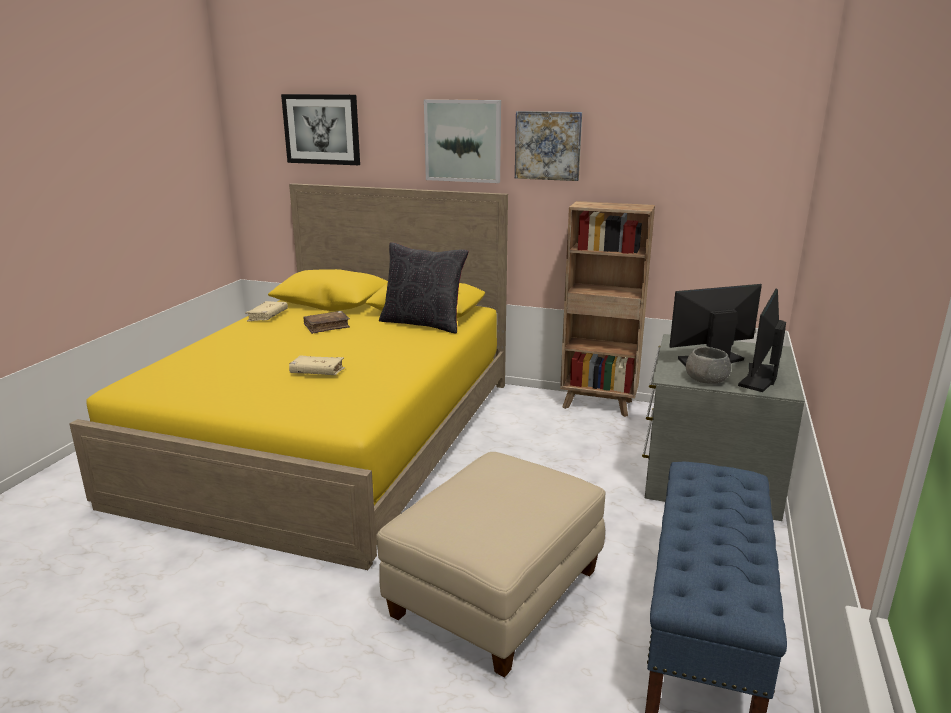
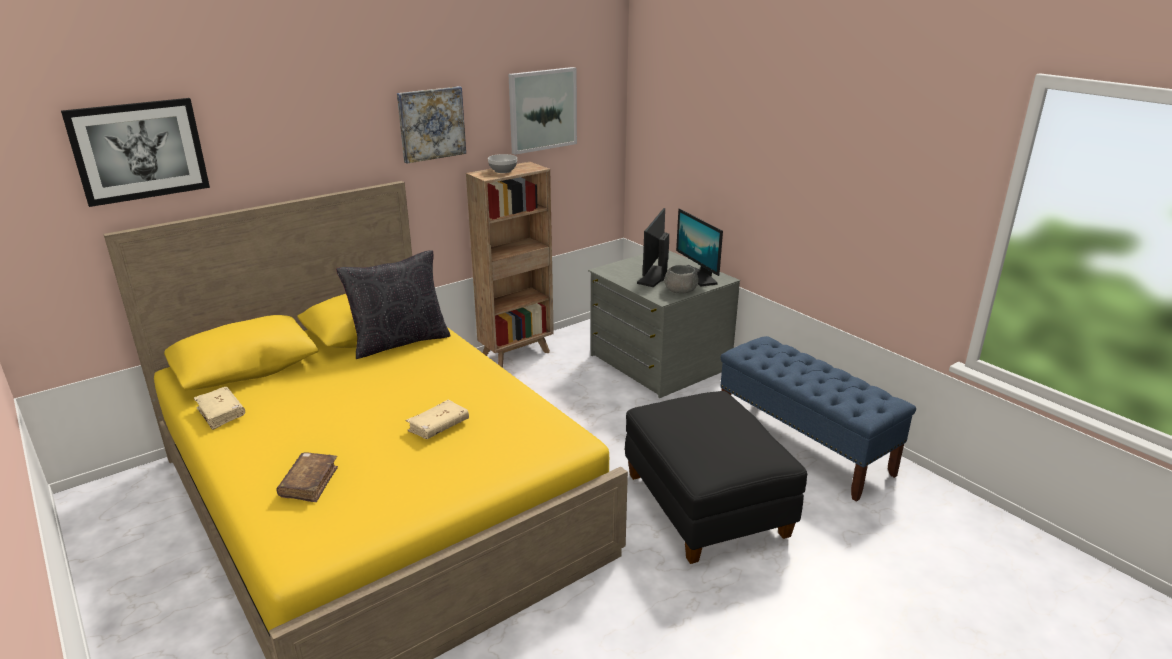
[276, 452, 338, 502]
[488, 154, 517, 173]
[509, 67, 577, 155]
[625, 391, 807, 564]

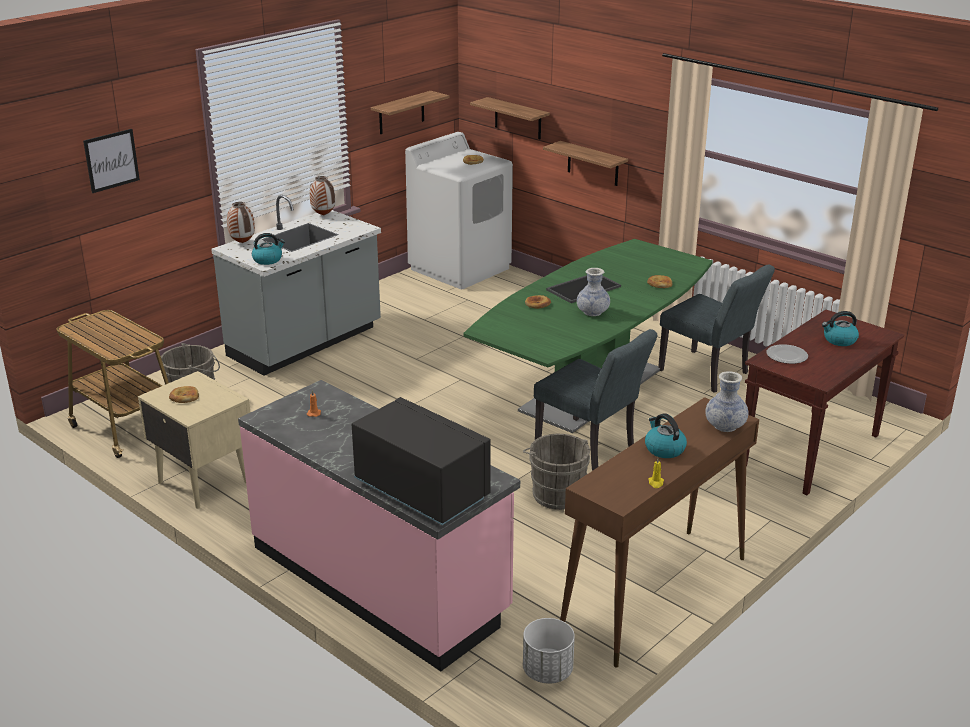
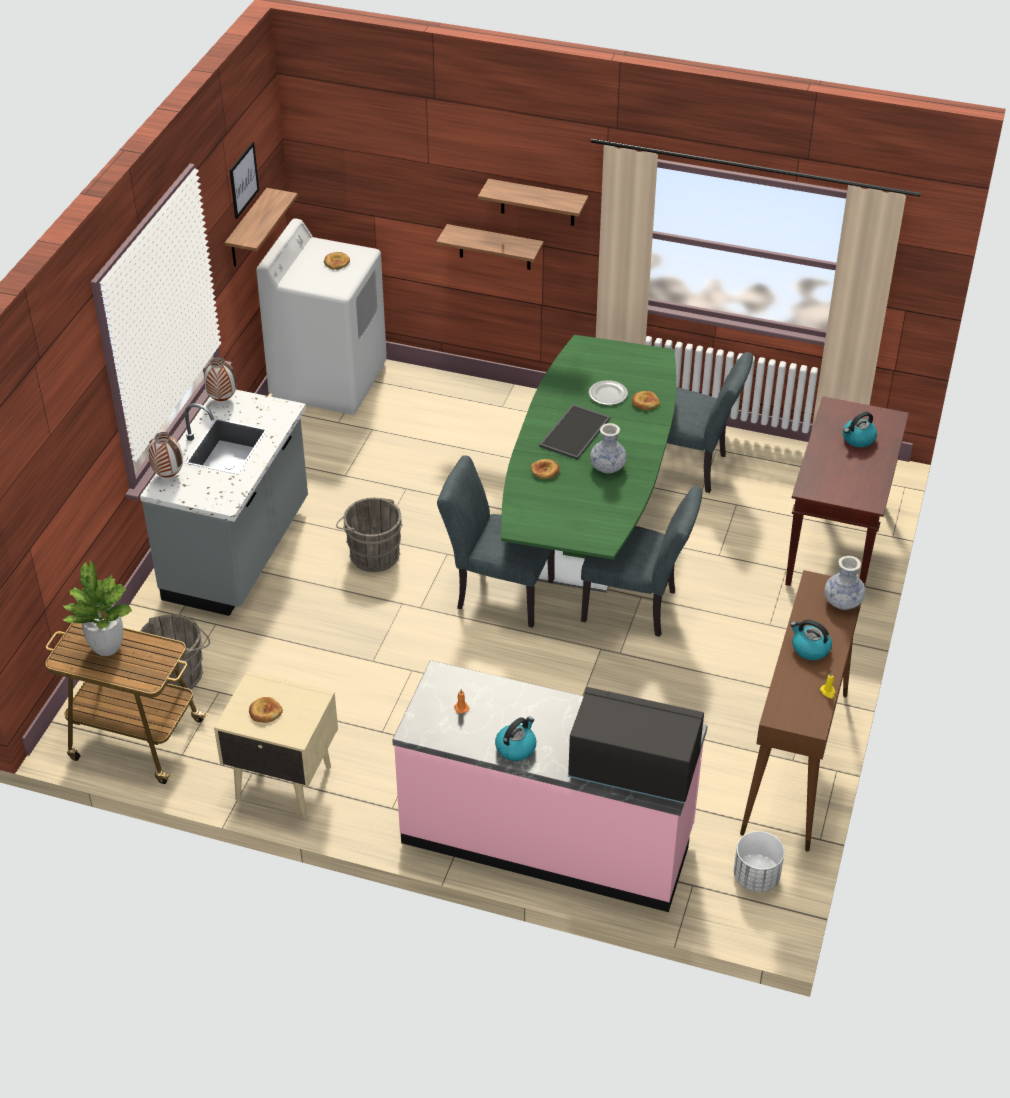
[62, 561, 132, 656]
[229, 142, 259, 219]
[336, 498, 403, 572]
[437, 455, 555, 628]
[478, 179, 589, 226]
[495, 717, 536, 761]
[589, 380, 628, 405]

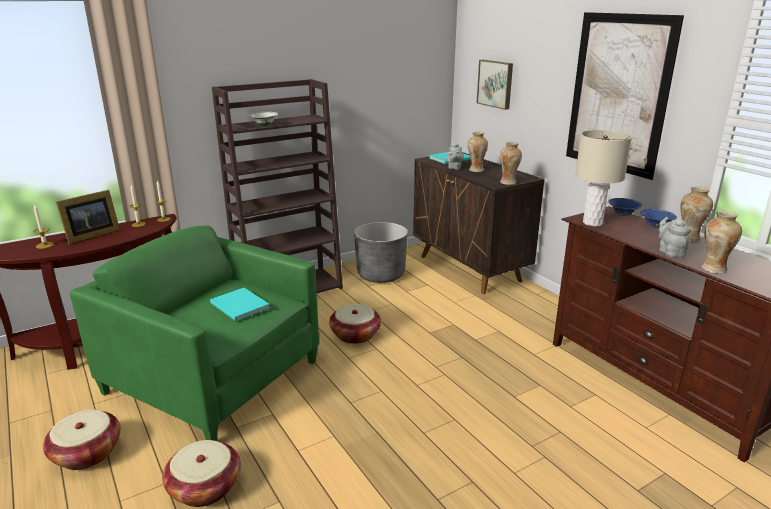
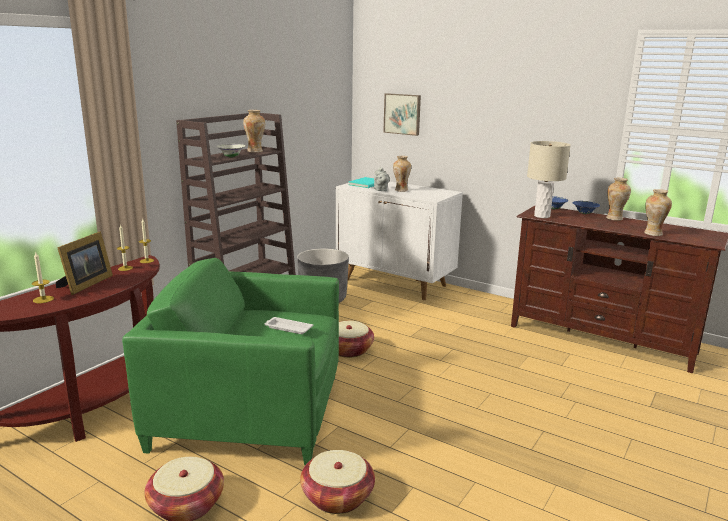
[243, 110, 265, 153]
[264, 317, 313, 334]
[336, 181, 463, 300]
[566, 12, 684, 180] (first image)
[659, 217, 691, 257] (first image)

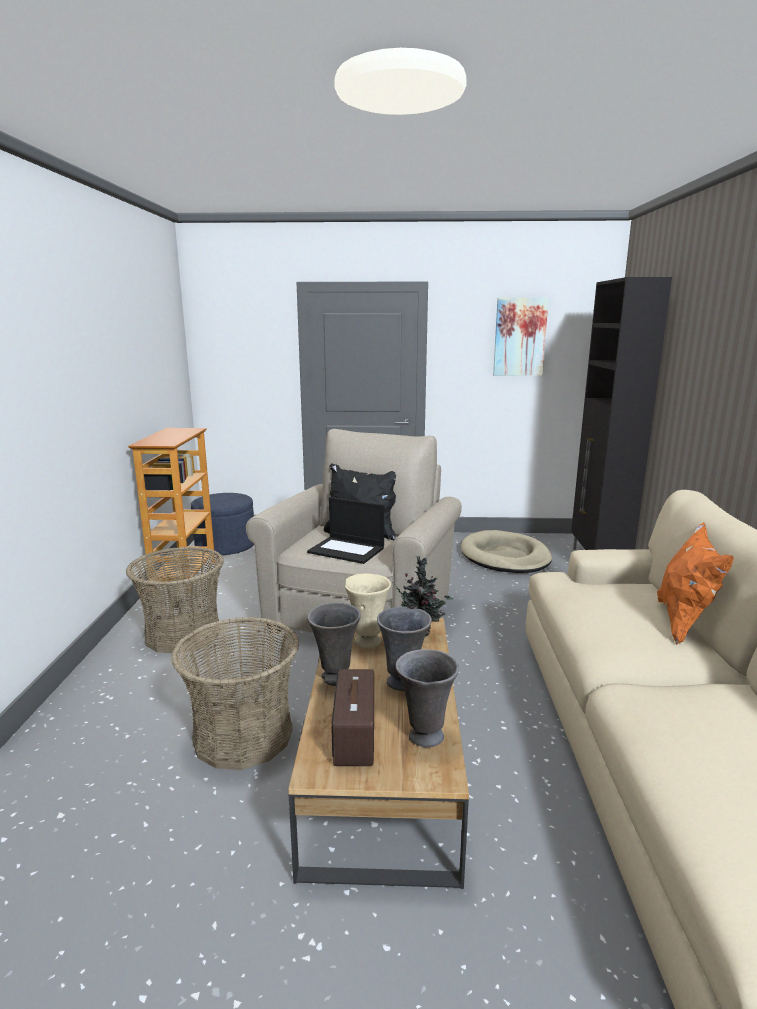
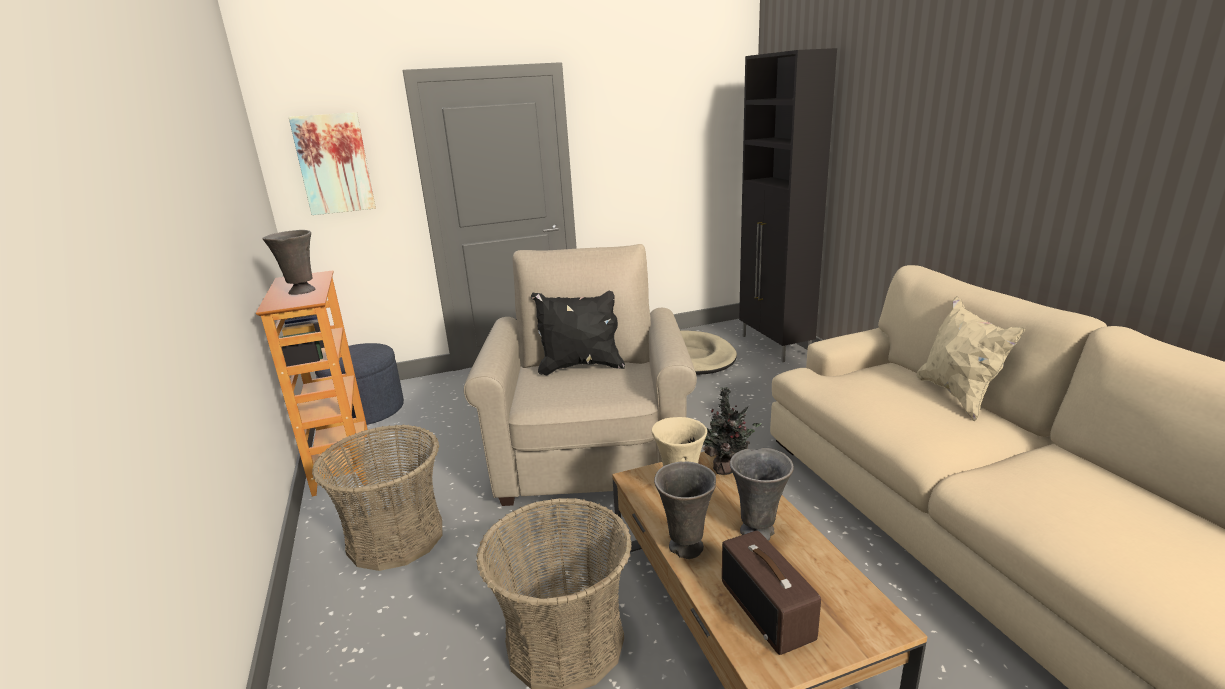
[262, 230, 316, 295]
[289, 112, 376, 215]
[916, 296, 1026, 421]
[307, 497, 384, 564] (first image)

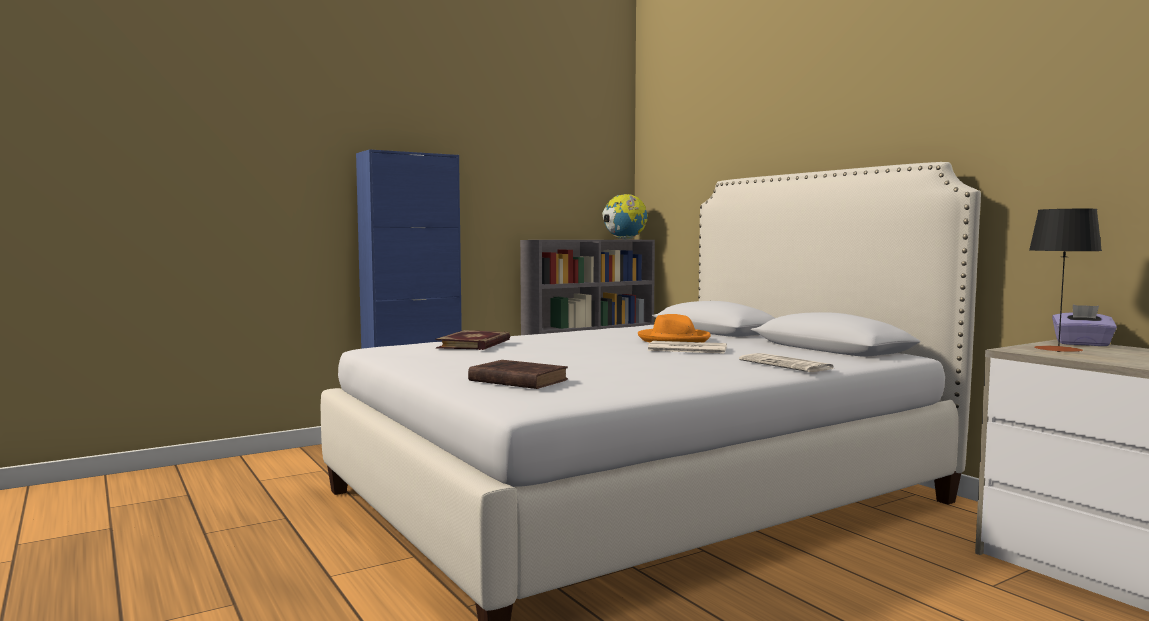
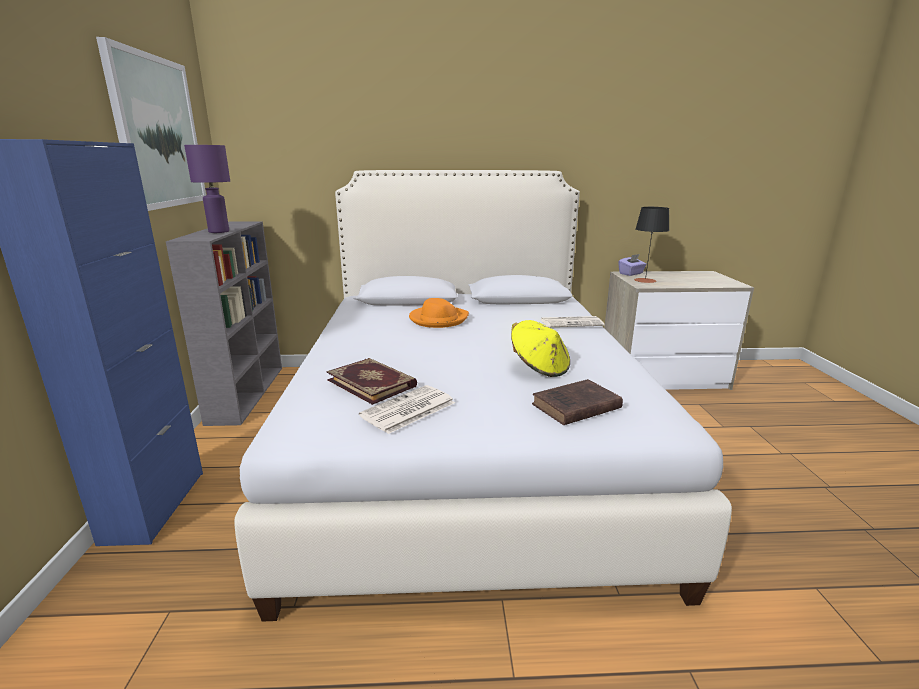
[96, 37, 206, 211]
[184, 145, 230, 233]
[359, 385, 455, 434]
[511, 320, 570, 377]
[602, 194, 648, 239] (first image)

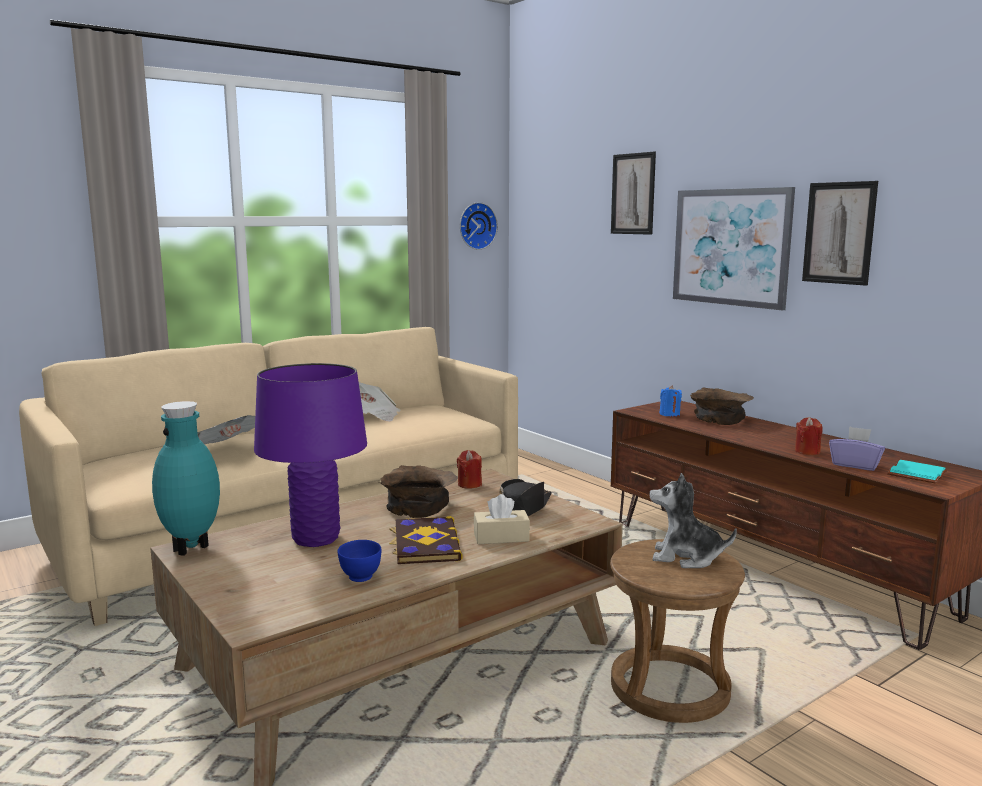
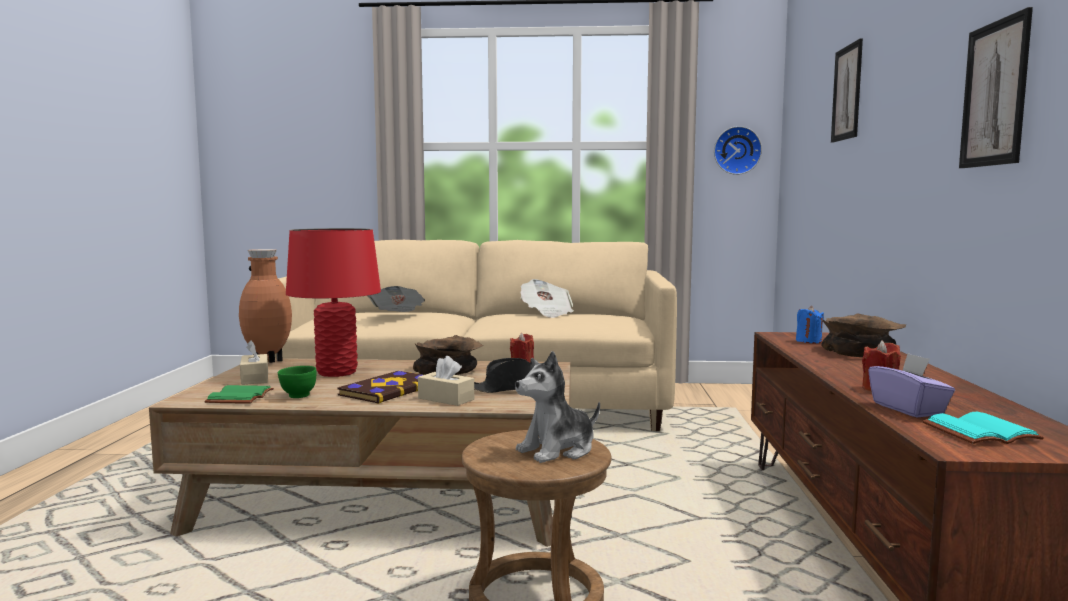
[204, 385, 274, 404]
[239, 249, 292, 363]
[240, 340, 268, 385]
[278, 366, 316, 398]
[286, 228, 381, 377]
[515, 351, 600, 463]
[673, 187, 795, 310] (first image)

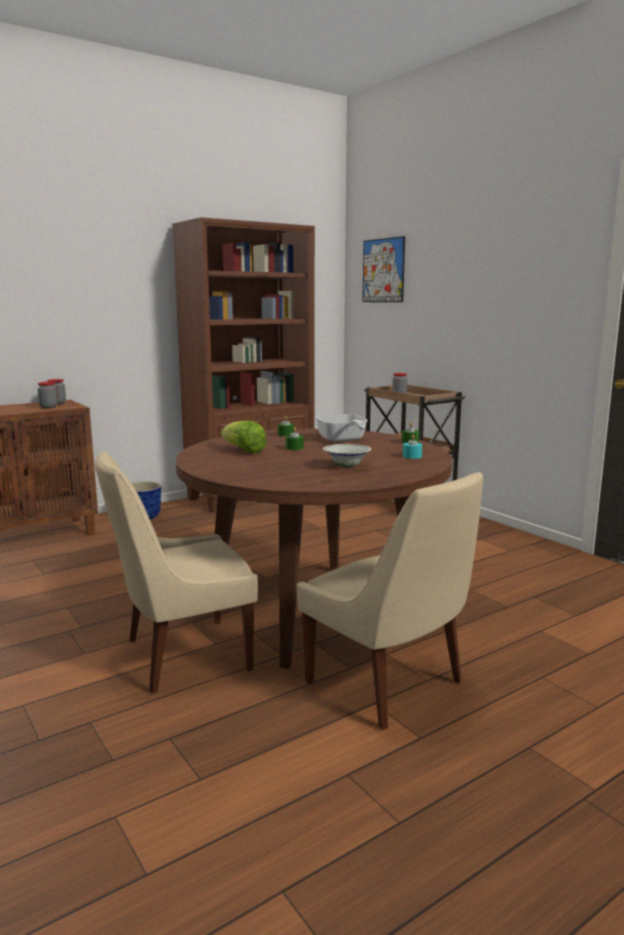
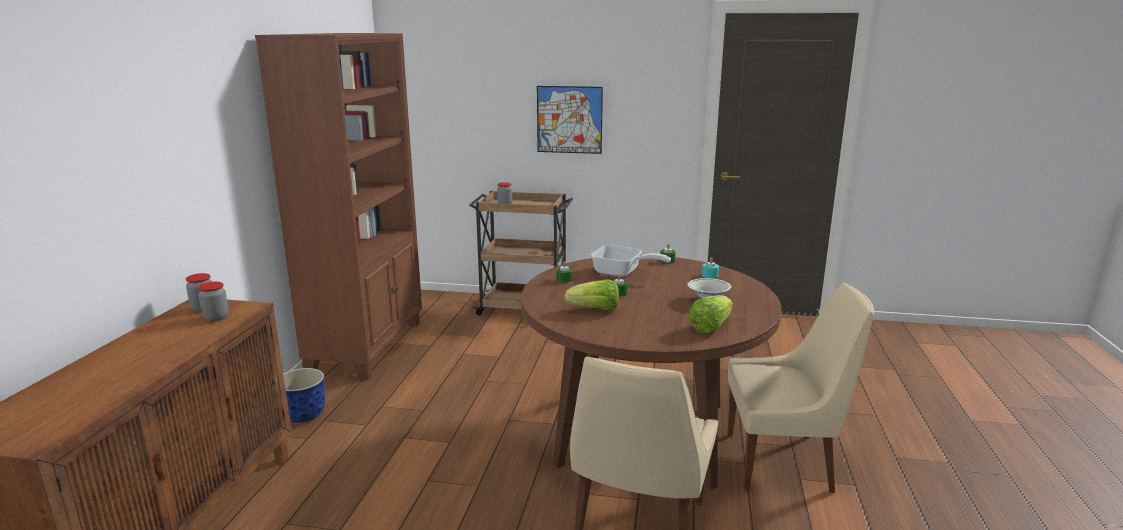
[537, 86, 603, 154]
[689, 295, 733, 333]

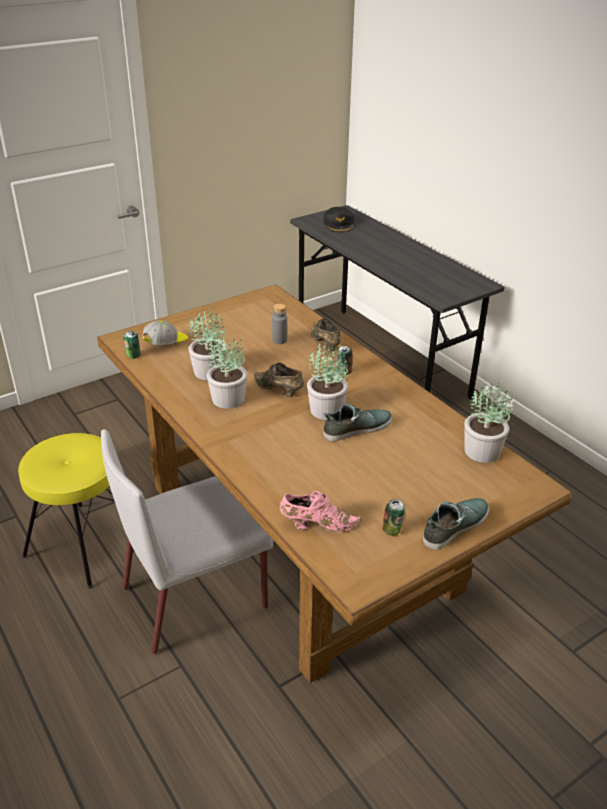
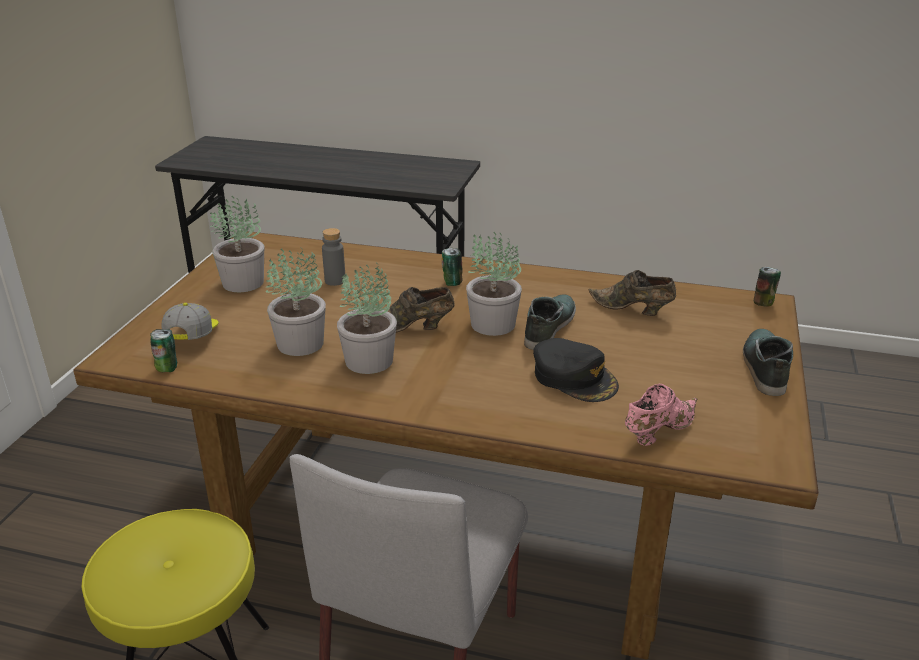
[210, 196, 264, 292]
[533, 338, 619, 402]
[588, 270, 676, 316]
[754, 267, 781, 307]

